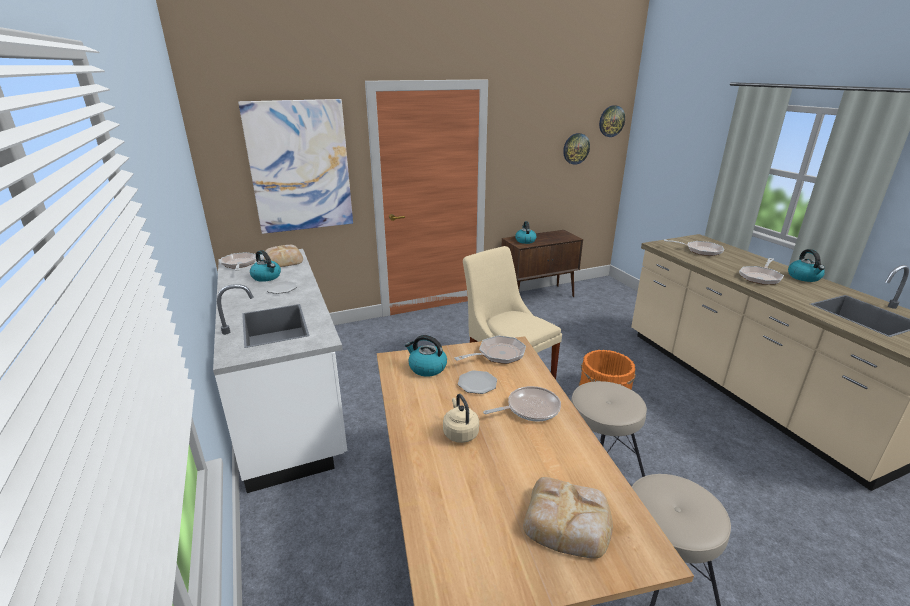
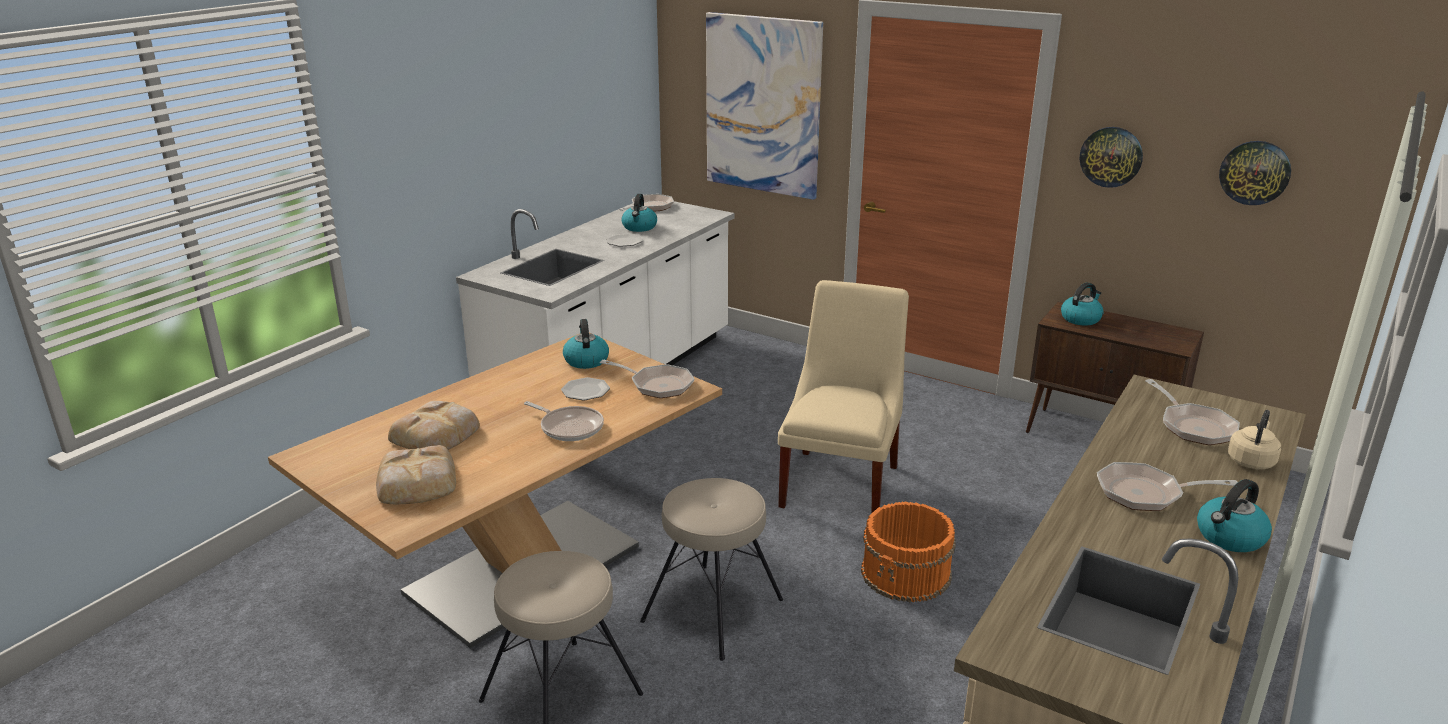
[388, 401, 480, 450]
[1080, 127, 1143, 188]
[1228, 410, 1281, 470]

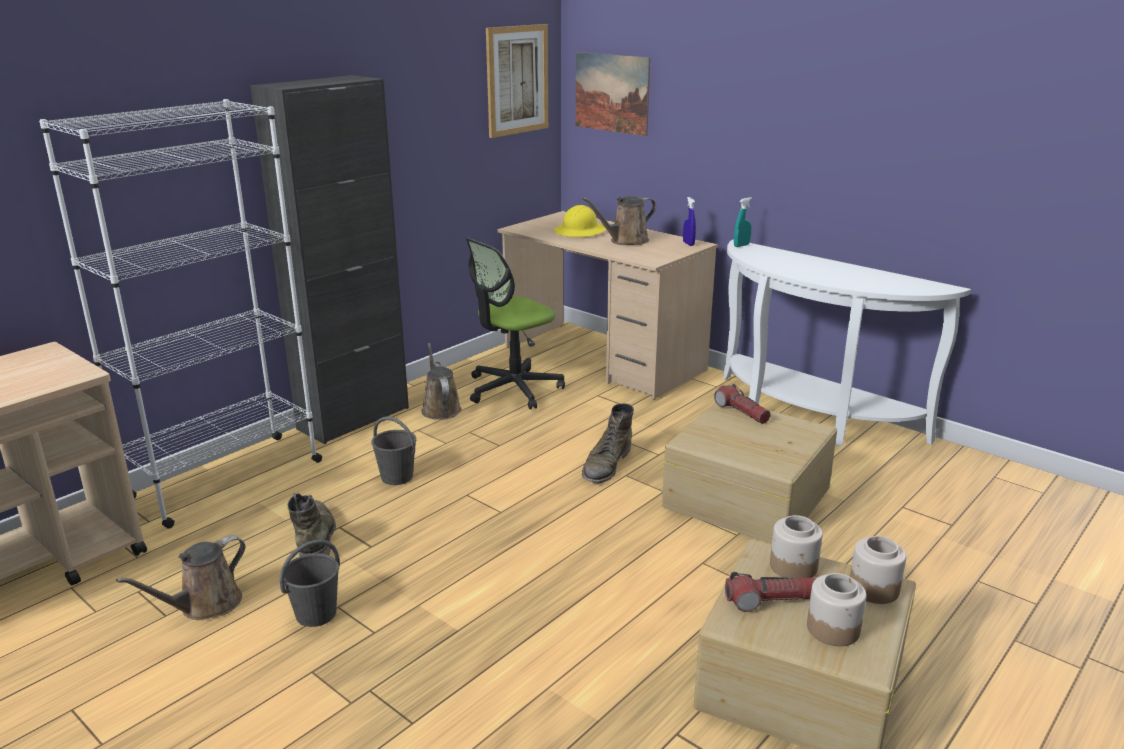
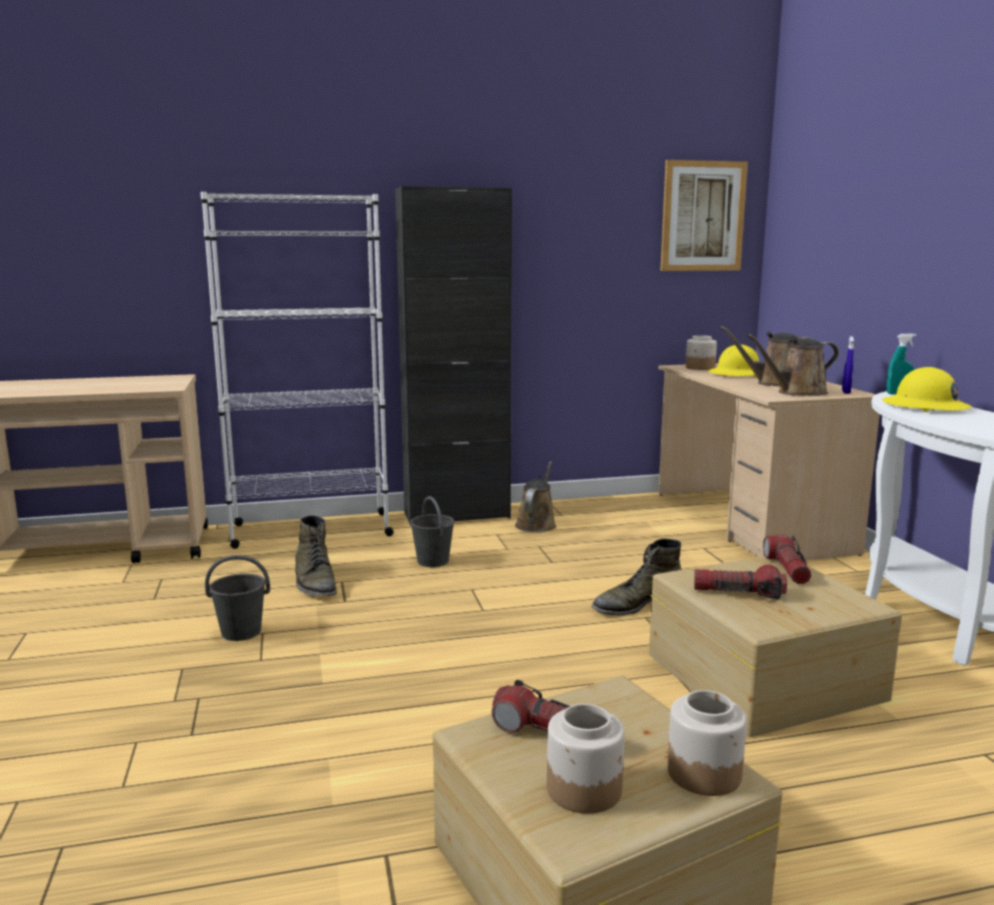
[295, 515, 337, 596]
[686, 335, 717, 370]
[694, 565, 787, 599]
[747, 334, 839, 396]
[882, 367, 972, 412]
[466, 238, 565, 409] (first image)
[576, 52, 650, 136] (first image)

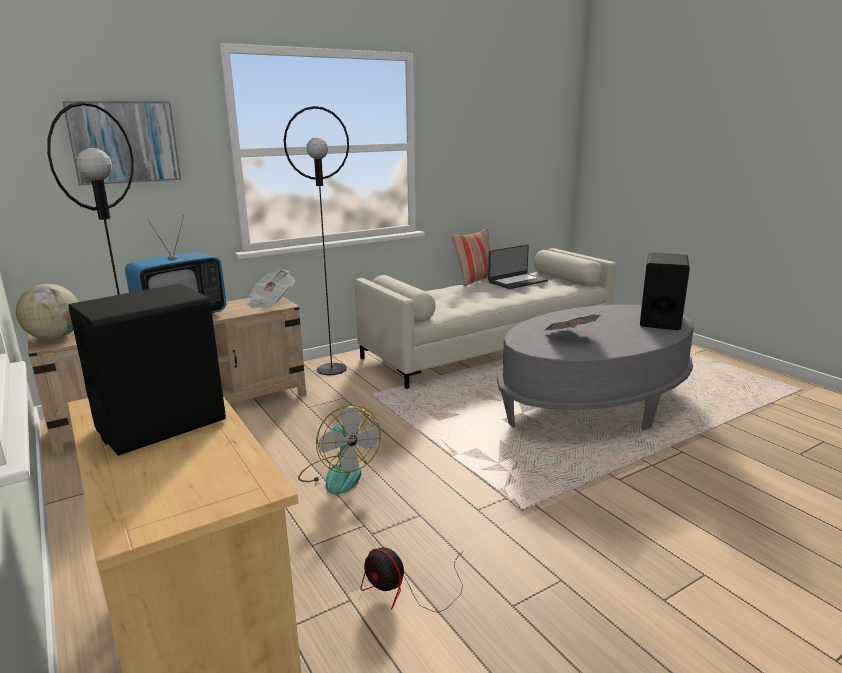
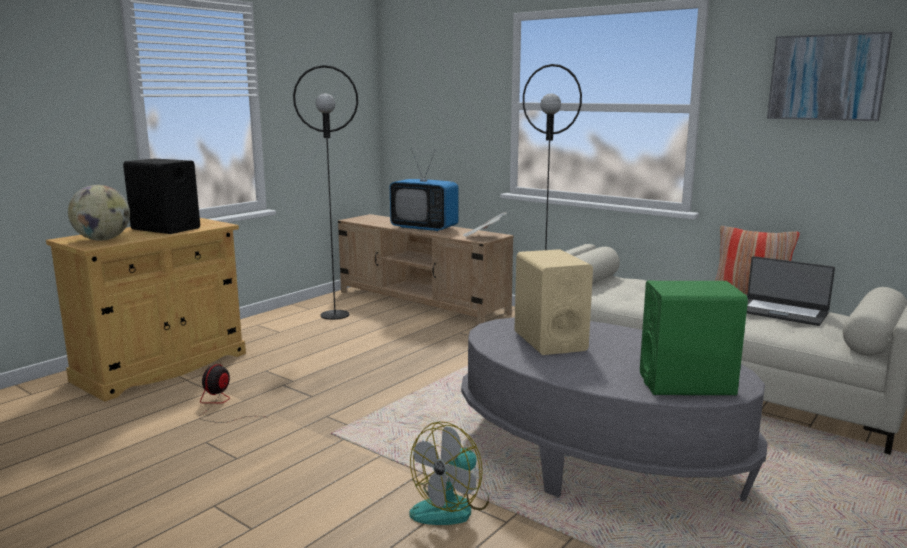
[68, 185, 130, 241]
[409, 421, 489, 525]
[514, 249, 593, 355]
[640, 281, 748, 395]
[767, 31, 892, 121]

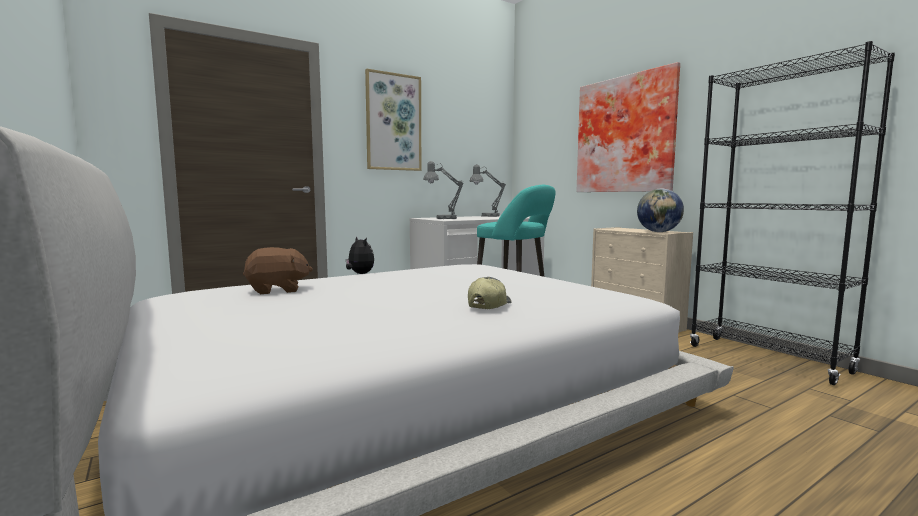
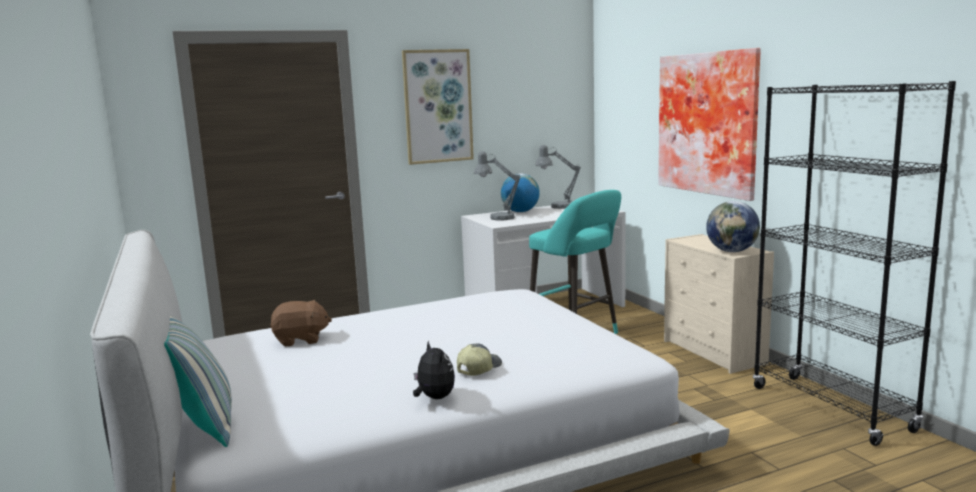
[164, 316, 232, 447]
[413, 340, 455, 399]
[501, 173, 540, 212]

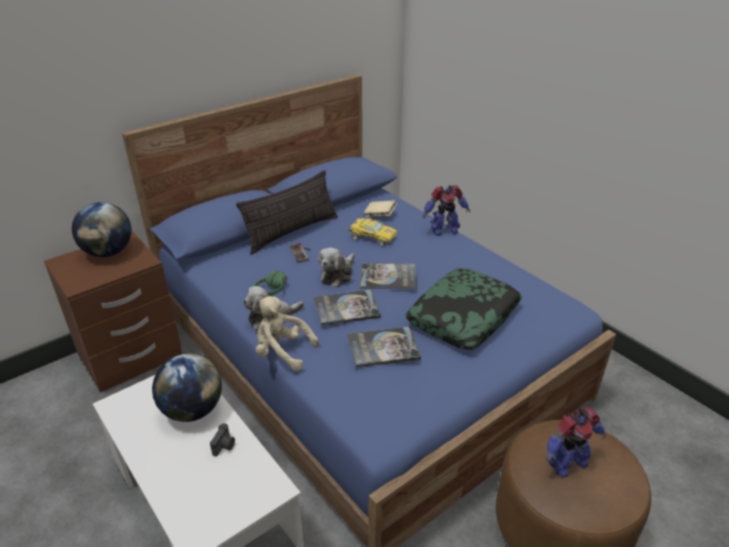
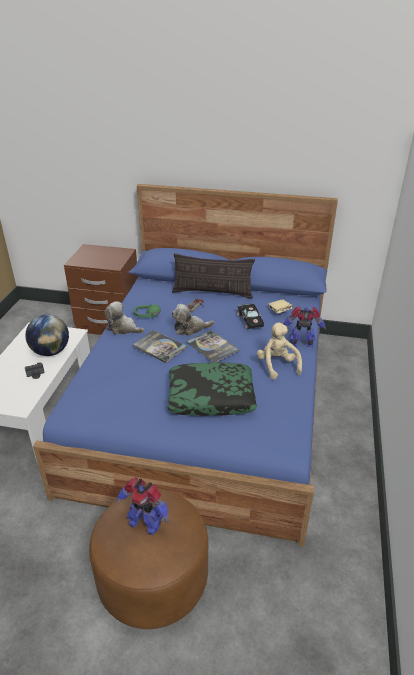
[237, 304, 264, 329]
[257, 323, 302, 380]
[283, 306, 326, 347]
[72, 202, 132, 257] (first image)
[348, 327, 421, 368] (first image)

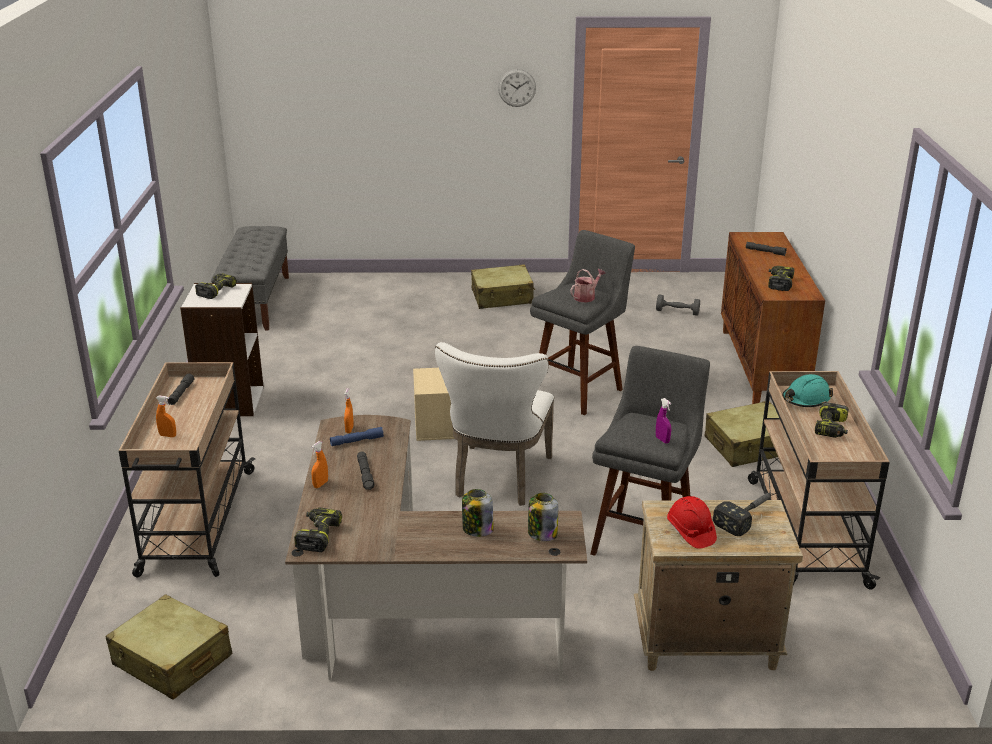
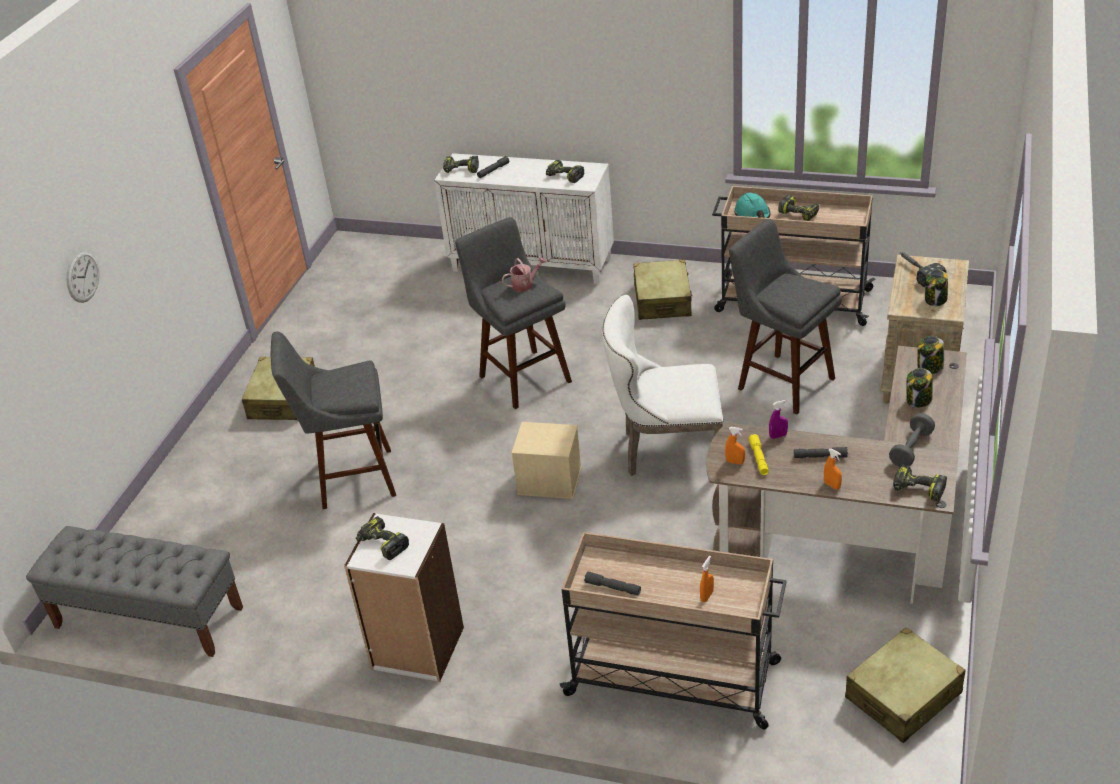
[66, 251, 99, 303]
[271, 331, 396, 509]
[434, 153, 614, 285]
[443, 156, 479, 173]
[502, 257, 547, 292]
[602, 295, 723, 476]
[749, 434, 769, 475]
[769, 400, 788, 439]
[889, 413, 935, 467]
[925, 269, 948, 306]

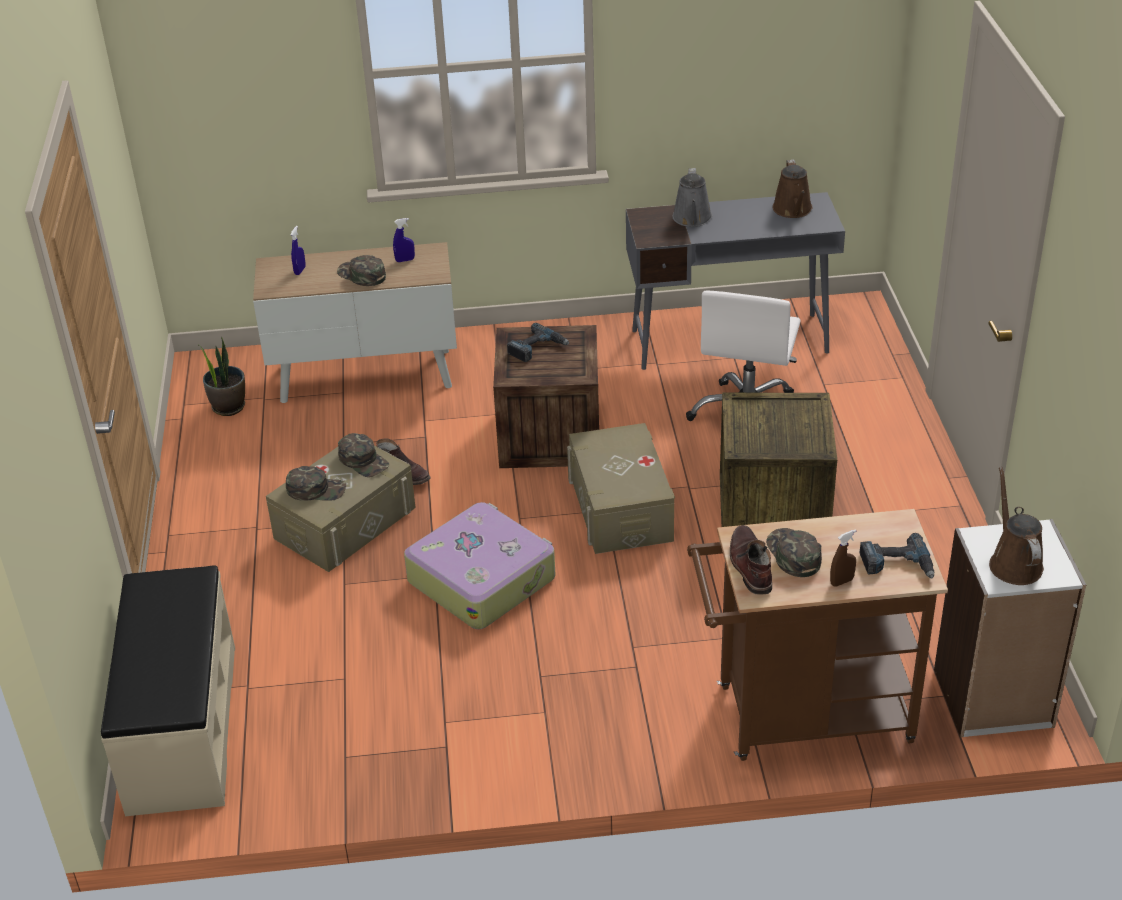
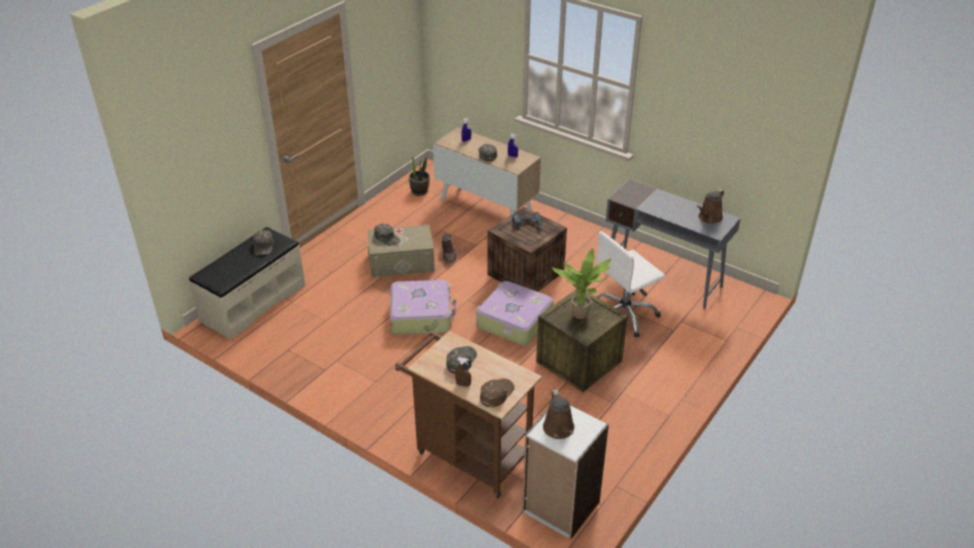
[253, 230, 274, 255]
[477, 281, 554, 346]
[480, 378, 515, 407]
[543, 390, 575, 439]
[552, 248, 611, 319]
[672, 168, 712, 227] (first image)
[730, 525, 772, 595] (first image)

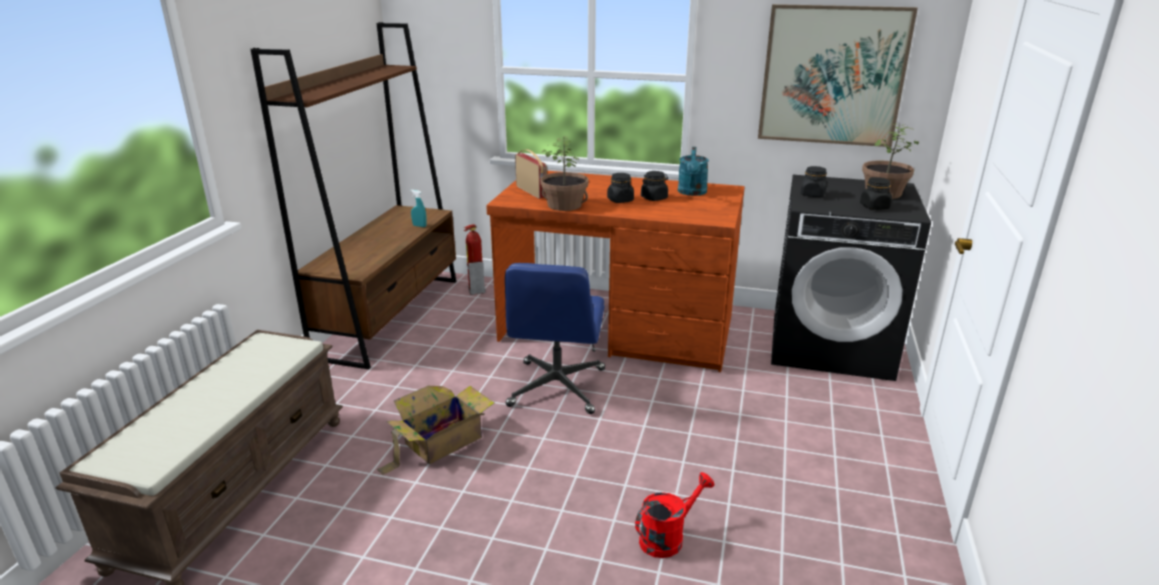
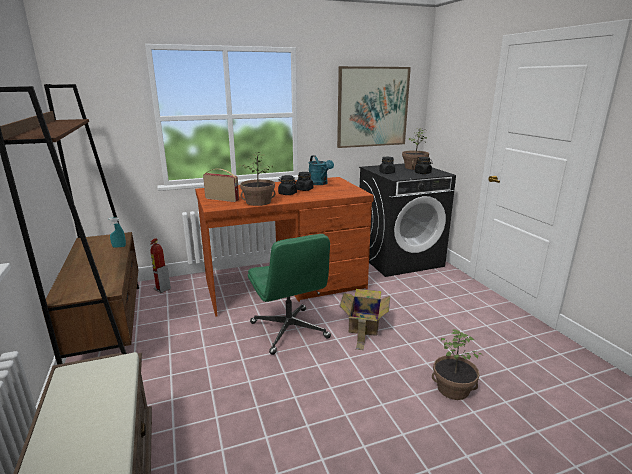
[248, 234, 331, 355]
[340, 289, 390, 350]
[432, 330, 481, 400]

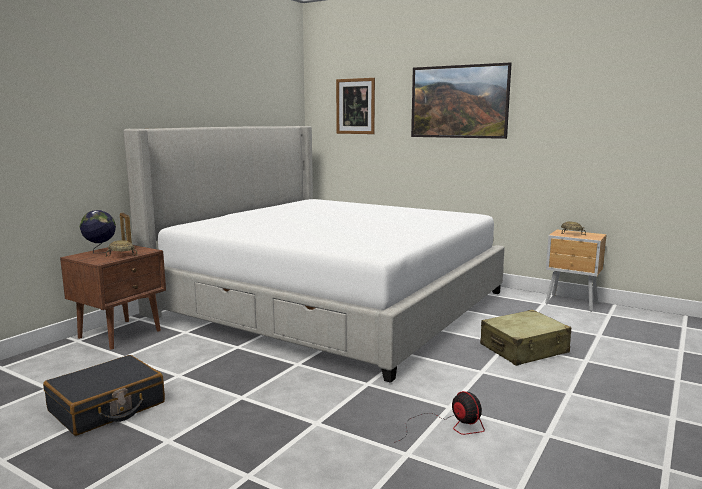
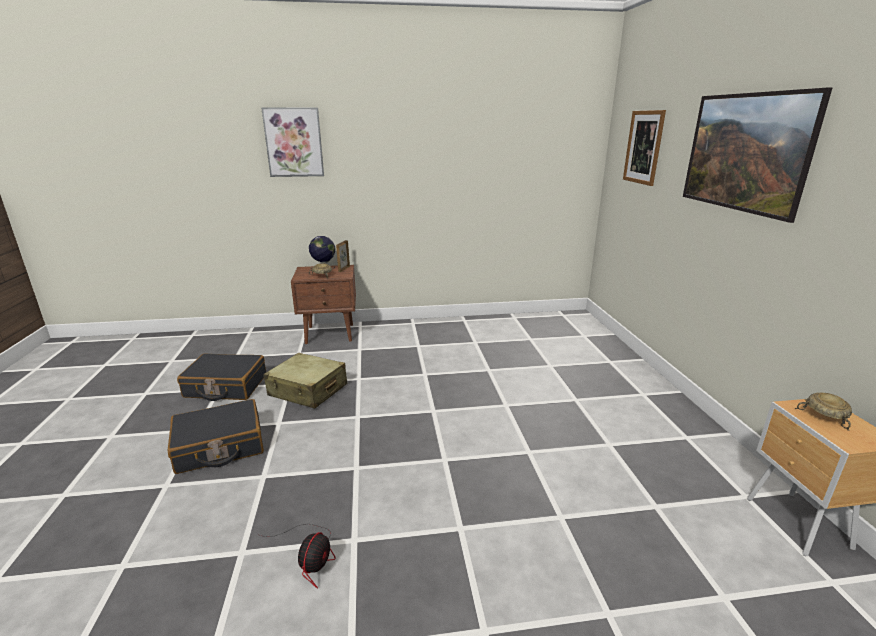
[168, 399, 264, 474]
[261, 107, 324, 177]
[263, 353, 347, 409]
[124, 126, 505, 383] (first image)

